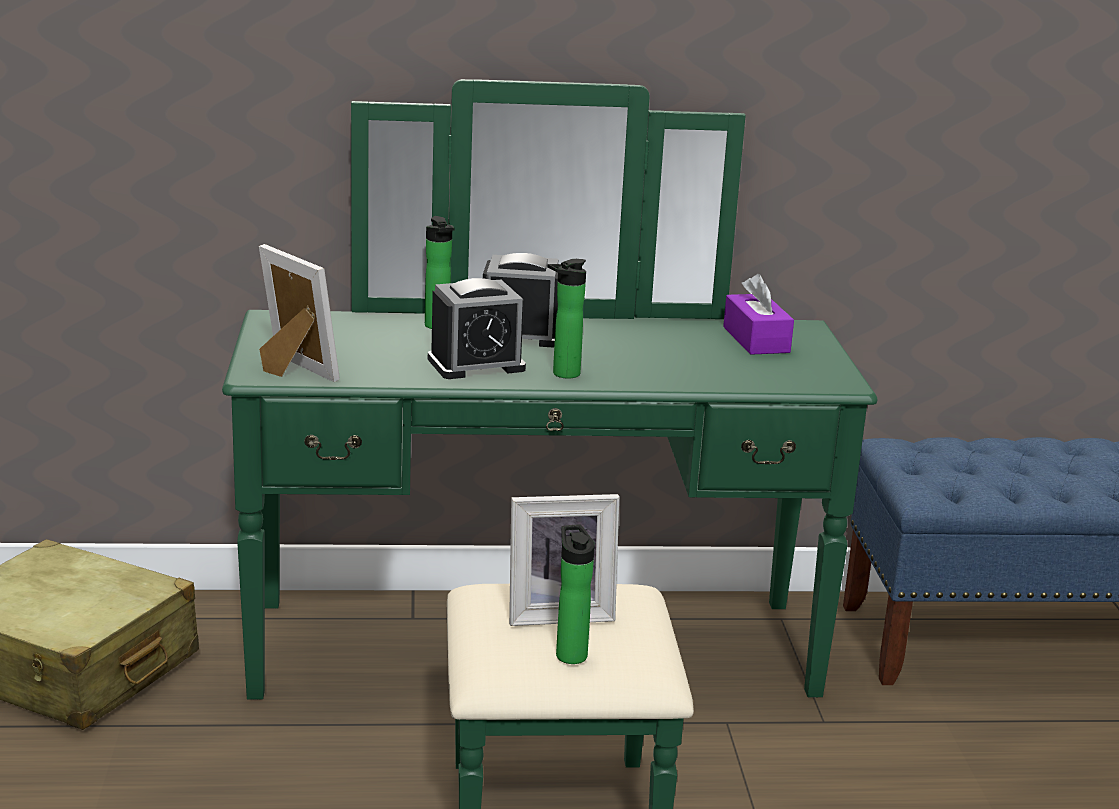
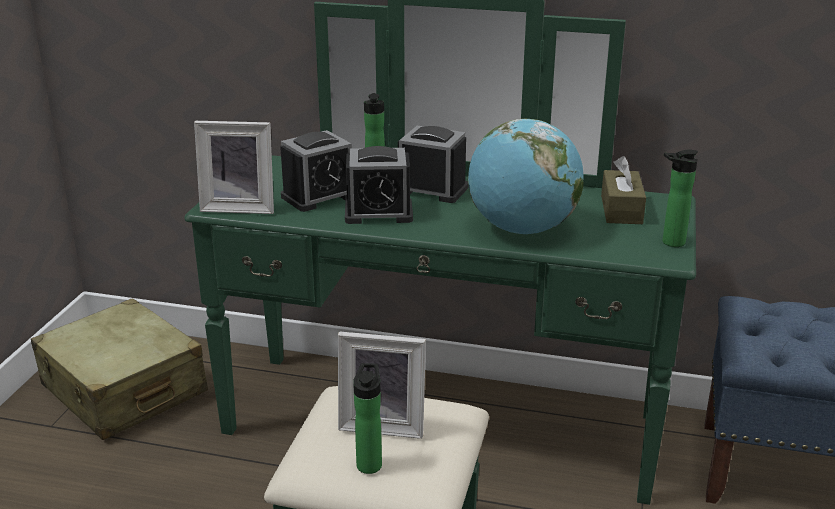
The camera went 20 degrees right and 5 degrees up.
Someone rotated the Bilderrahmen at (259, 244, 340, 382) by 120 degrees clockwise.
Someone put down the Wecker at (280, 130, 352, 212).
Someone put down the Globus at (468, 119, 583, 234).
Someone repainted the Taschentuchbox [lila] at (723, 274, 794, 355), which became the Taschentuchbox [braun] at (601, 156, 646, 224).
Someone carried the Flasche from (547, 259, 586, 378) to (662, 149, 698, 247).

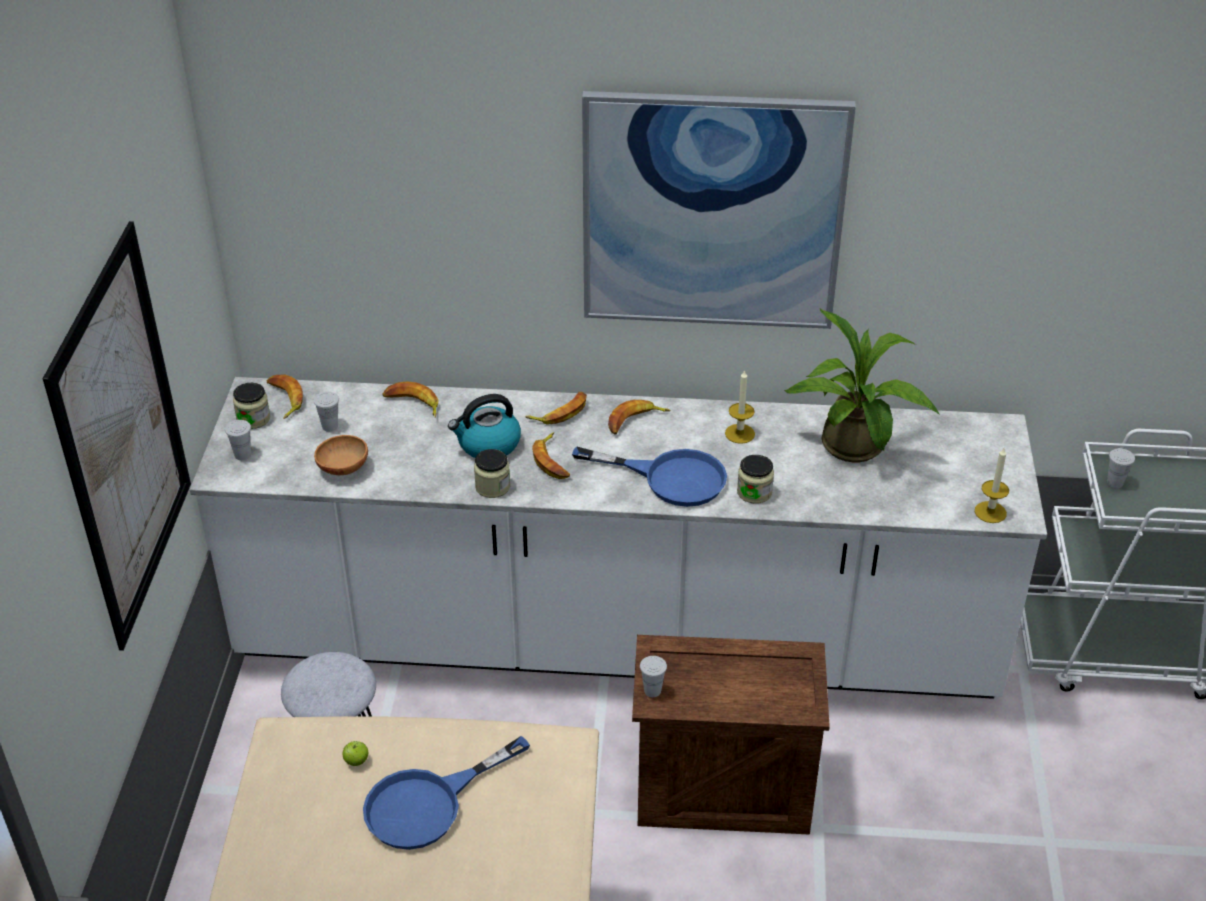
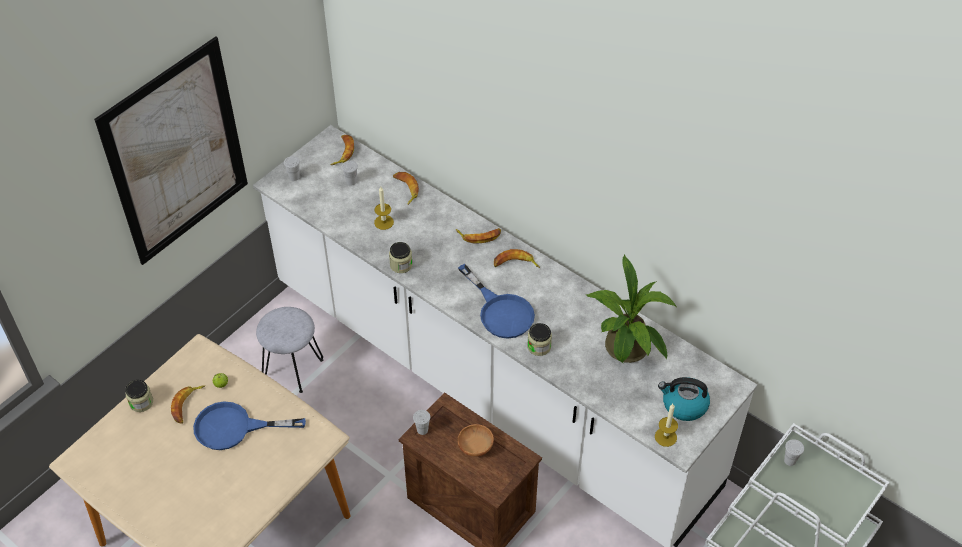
The camera went 35 degrees right and 10 degrees up.
Someone carried the Vorratsglas from (233, 383, 270, 429) to (125, 380, 153, 412).
Someone carried the Banane from (532, 432, 570, 479) to (171, 385, 205, 424).
Someone carried the Kerze from (725, 369, 755, 444) to (374, 187, 394, 230).
Someone carried the Schüssel [braun] from (314, 435, 368, 475) to (457, 424, 494, 457).
Someone carried the Wasserkessel from (448, 394, 521, 458) to (658, 377, 710, 421).
Someone took away the Bild at (582, 91, 856, 329).

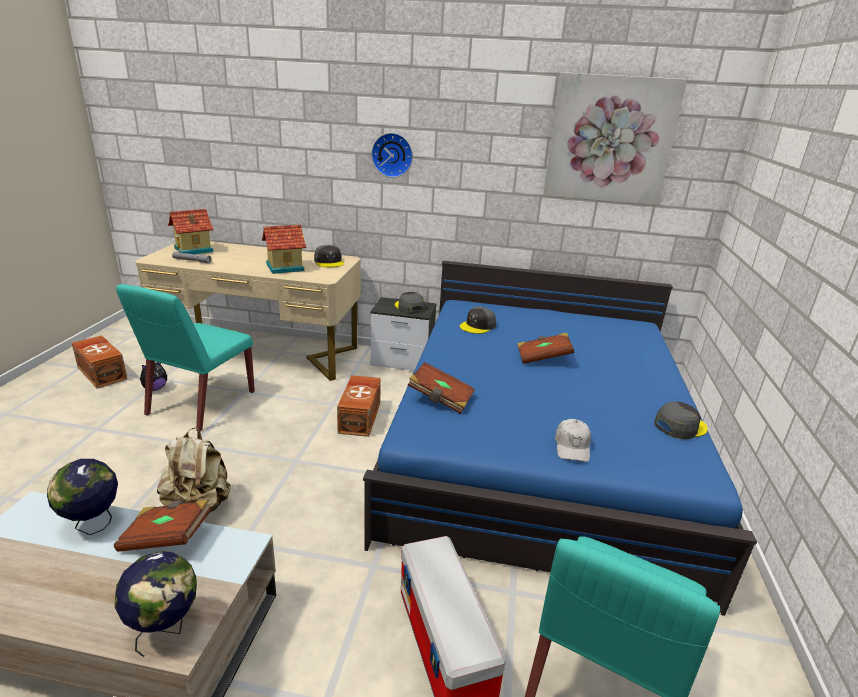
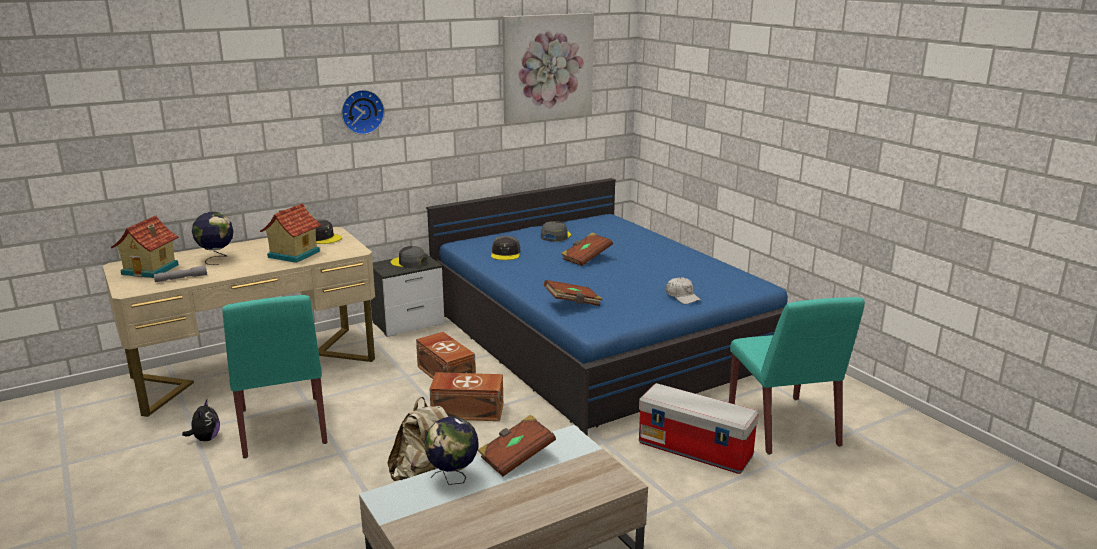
The camera went 40 degrees left and 5 degrees down.
Someone carried the Globus from (114, 551, 197, 657) to (192, 212, 234, 265).
Someone carried the Aufbewahrungsbox [braun] from (72, 335, 127, 389) to (430, 372, 503, 421).
Someone carried the Kappe [grau] from (654, 402, 708, 439) to (541, 221, 571, 242).

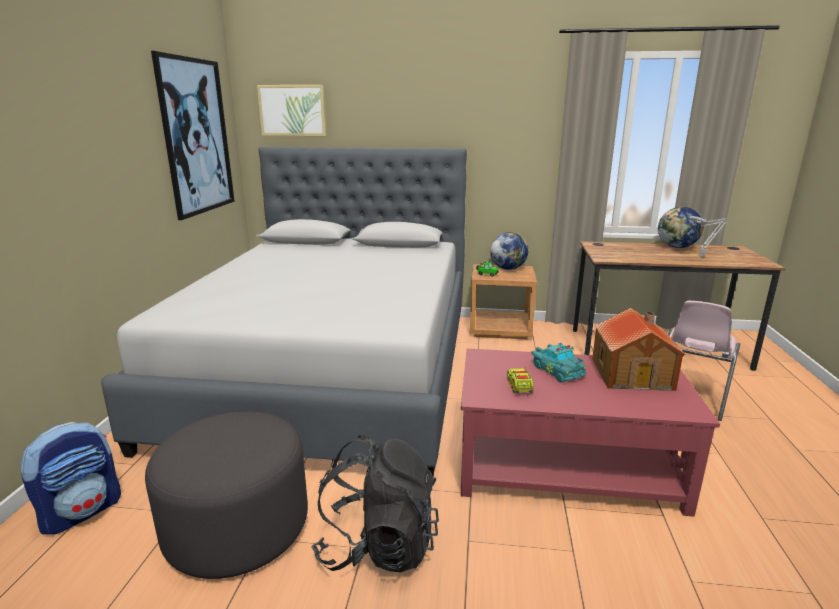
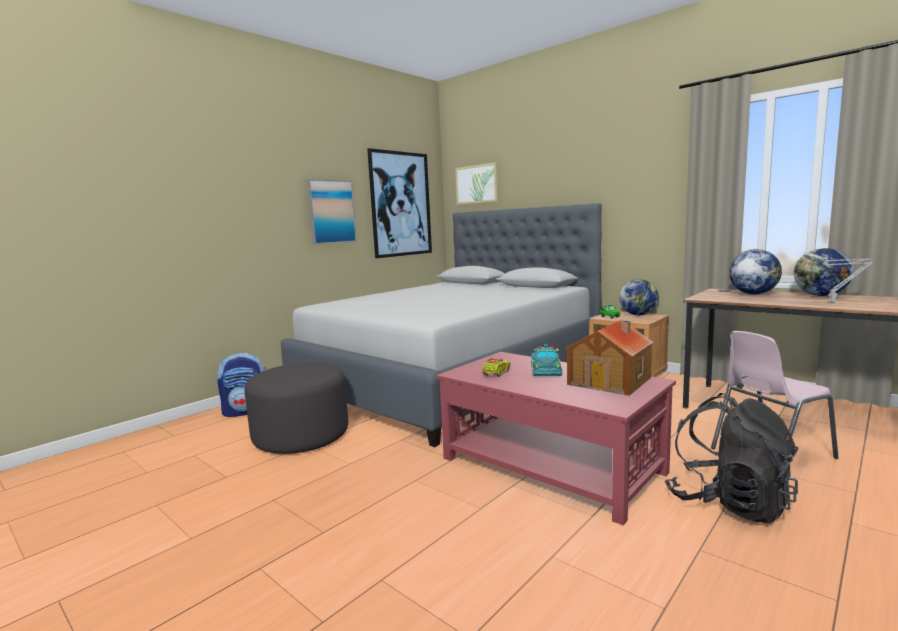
The camera went 35 degrees right and 10 degrees down.
Someone put up the Bild at (307, 179, 357, 245).
Someone carried the Rucksack [schwarz] from (311, 435, 439, 572) to (665, 393, 798, 523).
Someone put down the Globus at (729, 249, 782, 295).

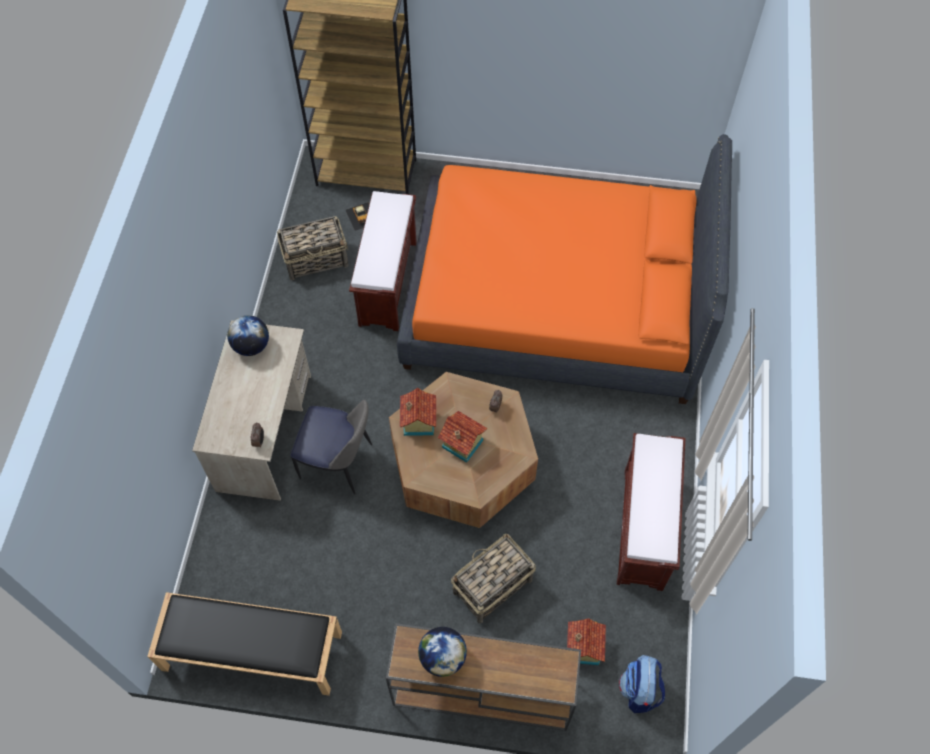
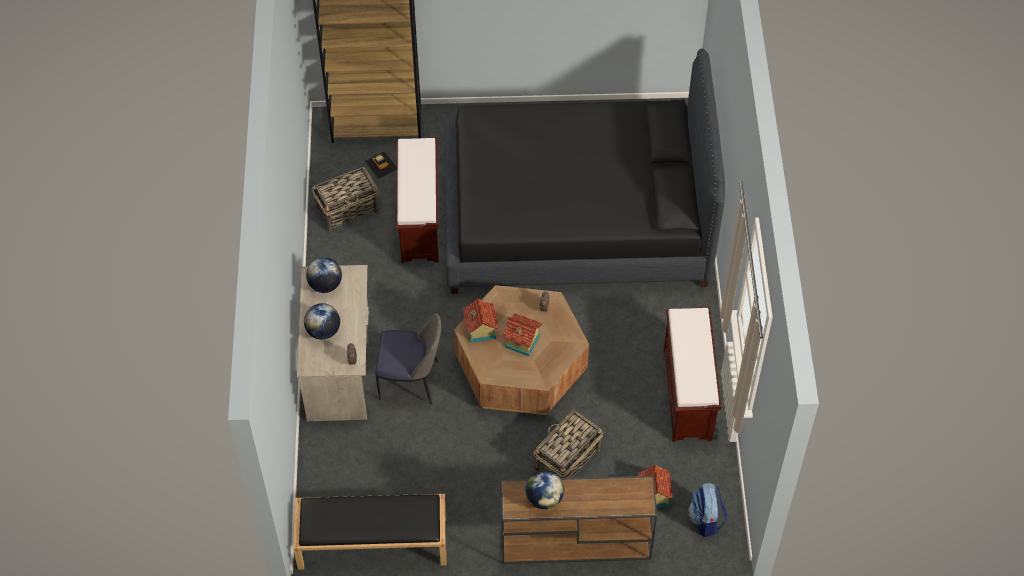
The camera went 10 degrees left and 5 degrees down.
Someone put down the Globus at (304, 303, 340, 340).
Someone repainted the Bett [orange] at (397, 134, 732, 404), which became the Bett [schwarz] at (444, 49, 725, 294).

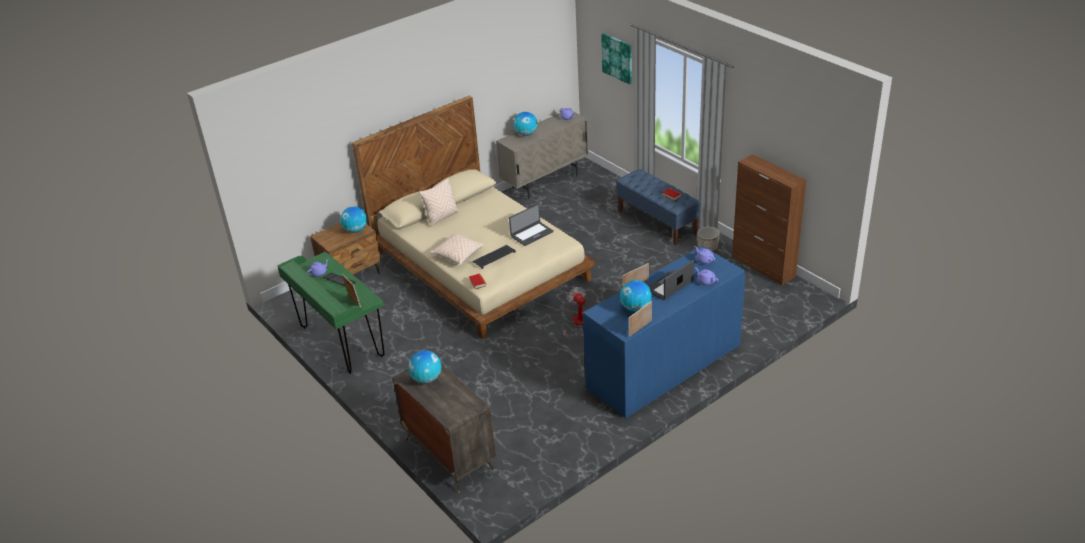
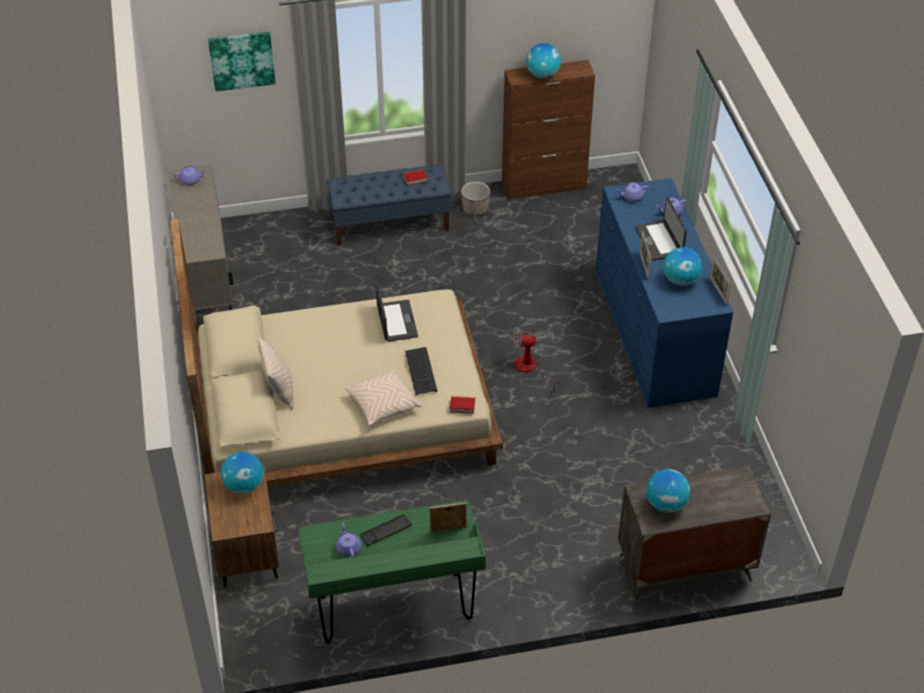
The camera went 65 degrees left and 10 degrees up.
Someone carried the Globus from (514, 112, 538, 136) to (526, 43, 561, 79).

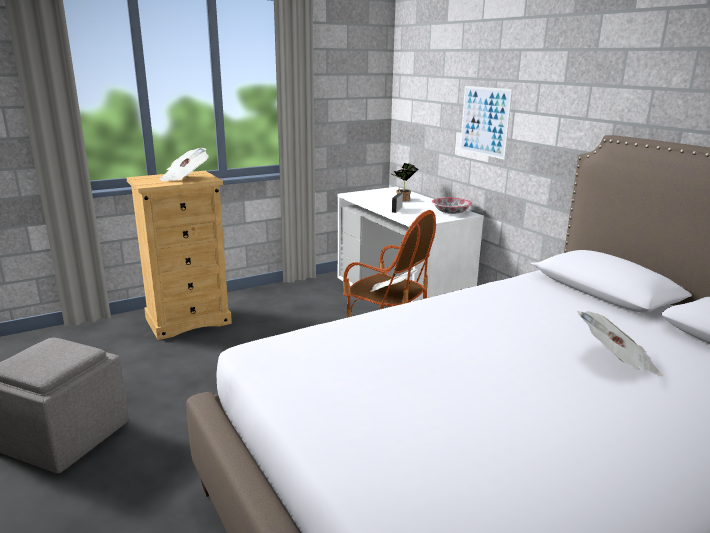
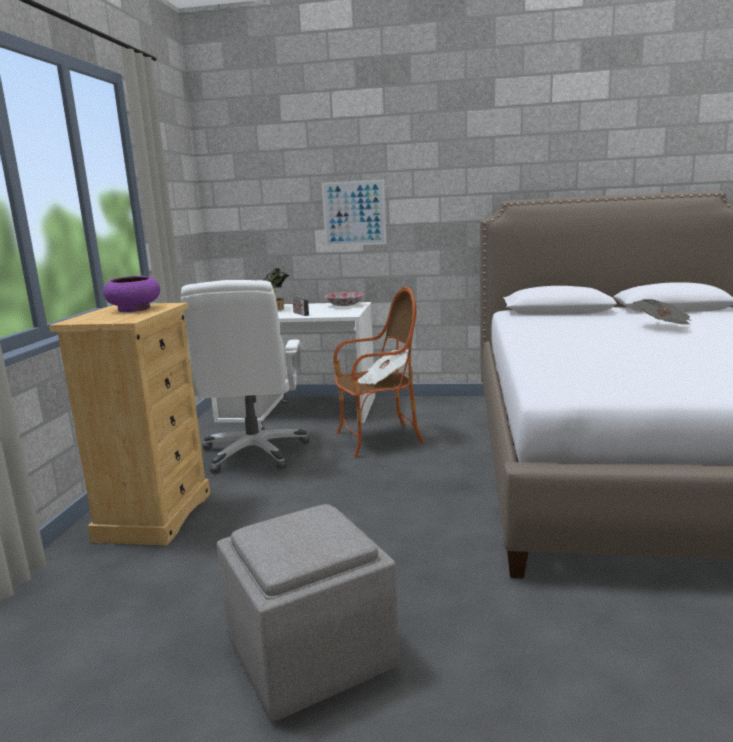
The camera went 50 degrees left and 5 degrees down.
Someone swapped the Zeitung at (159, 148, 209, 181) for the Schüssel [lila] at (103, 276, 160, 312).
Someone put down the Bürostuhl [weiß] at (181, 280, 310, 473).

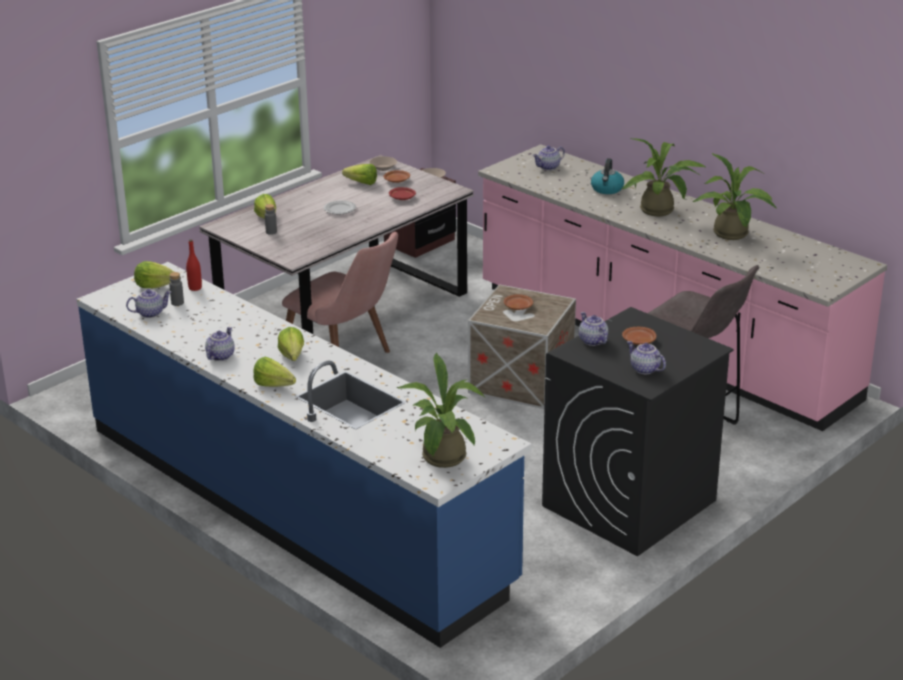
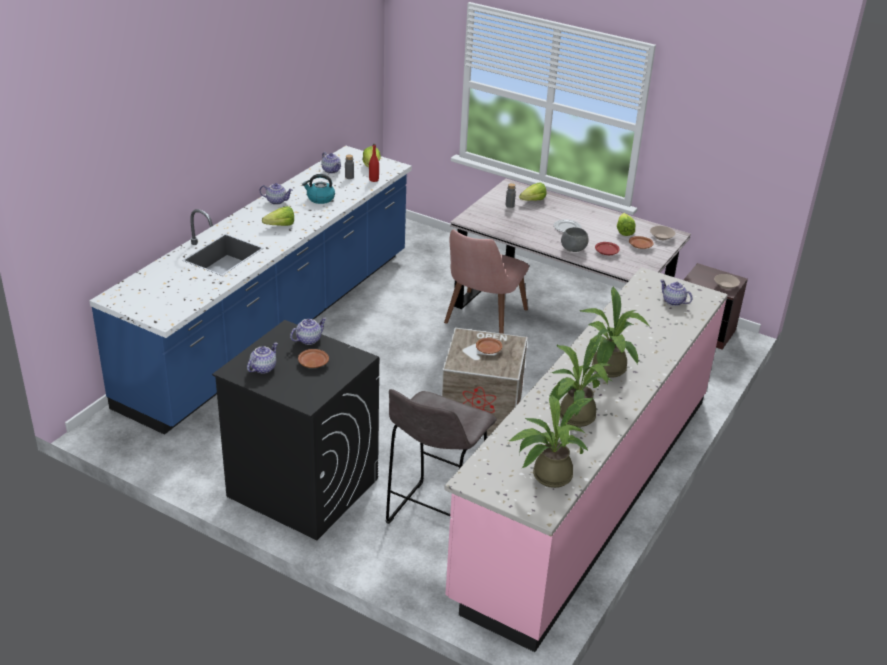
The camera went 75 degrees right and 5 degrees up.
Someone carried the Wasserkessel from (591, 158, 624, 194) to (302, 174, 335, 204).
Someone carried the Topfpflanze from (397, 353, 485, 468) to (509, 395, 594, 488).
Someone put down the Schüssel [grau] at (561, 227, 589, 252).
Someone took away the Salatkopf at (253, 357, 296, 387).

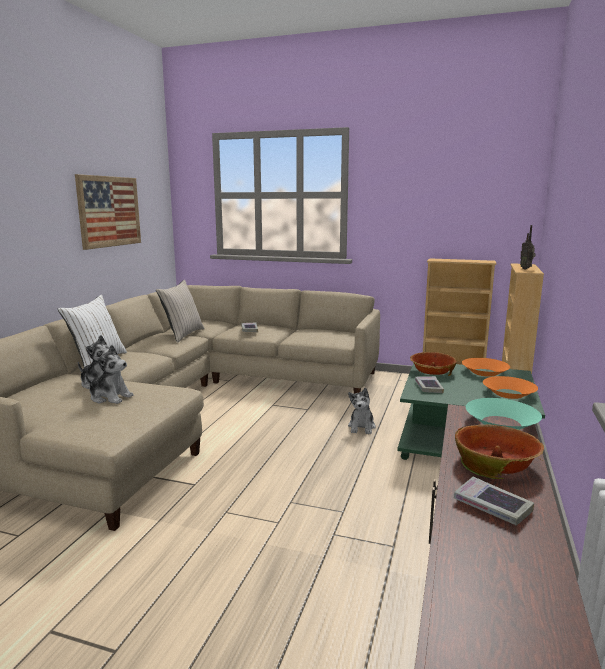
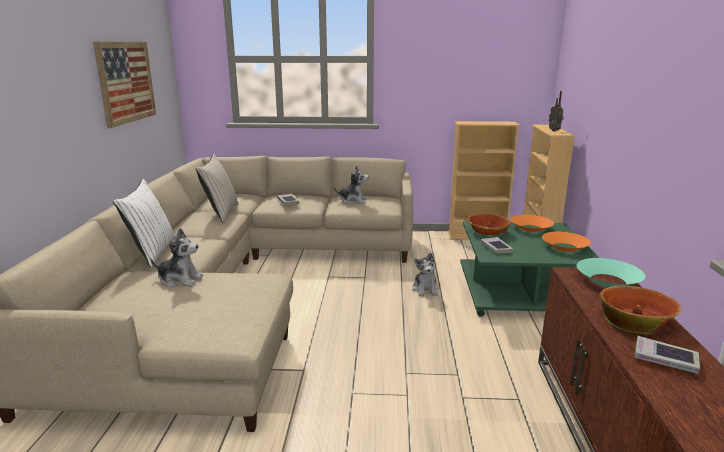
The camera went 15 degrees left and 5 degrees up.
Someone carried the Plüschtier from (85, 345, 133, 404) to (334, 165, 369, 204).

